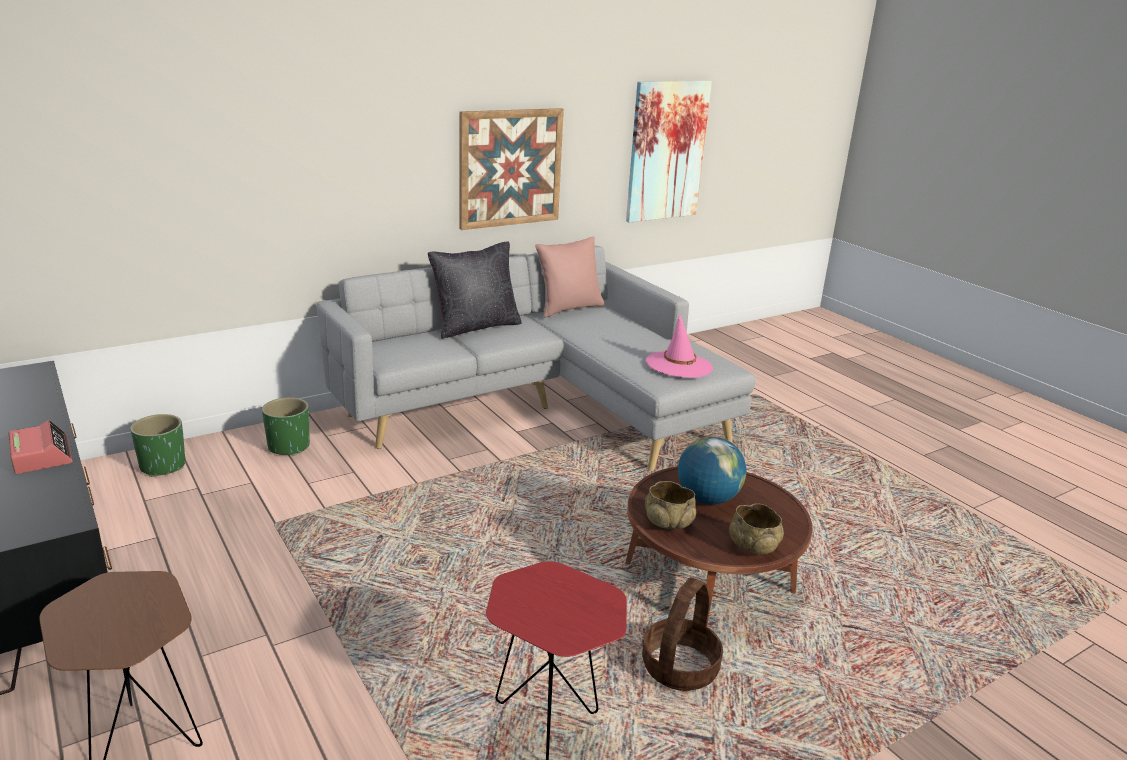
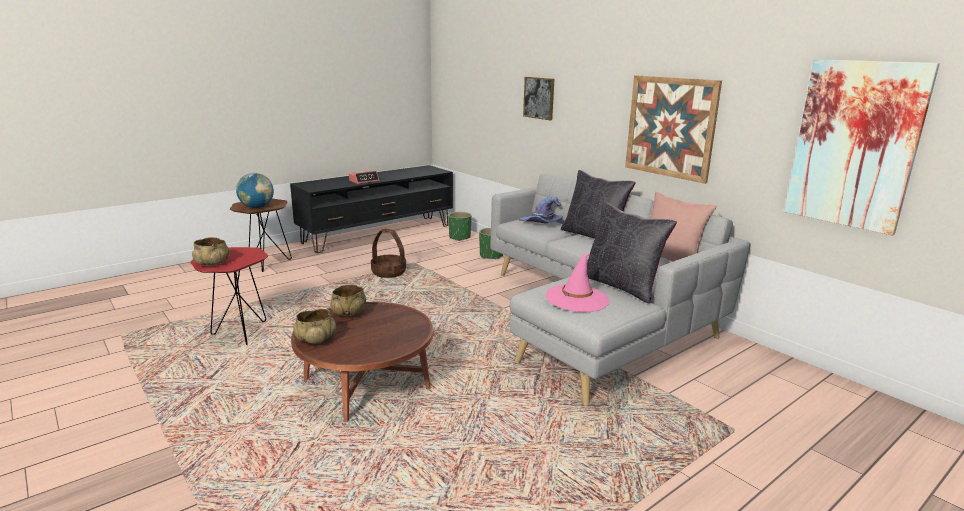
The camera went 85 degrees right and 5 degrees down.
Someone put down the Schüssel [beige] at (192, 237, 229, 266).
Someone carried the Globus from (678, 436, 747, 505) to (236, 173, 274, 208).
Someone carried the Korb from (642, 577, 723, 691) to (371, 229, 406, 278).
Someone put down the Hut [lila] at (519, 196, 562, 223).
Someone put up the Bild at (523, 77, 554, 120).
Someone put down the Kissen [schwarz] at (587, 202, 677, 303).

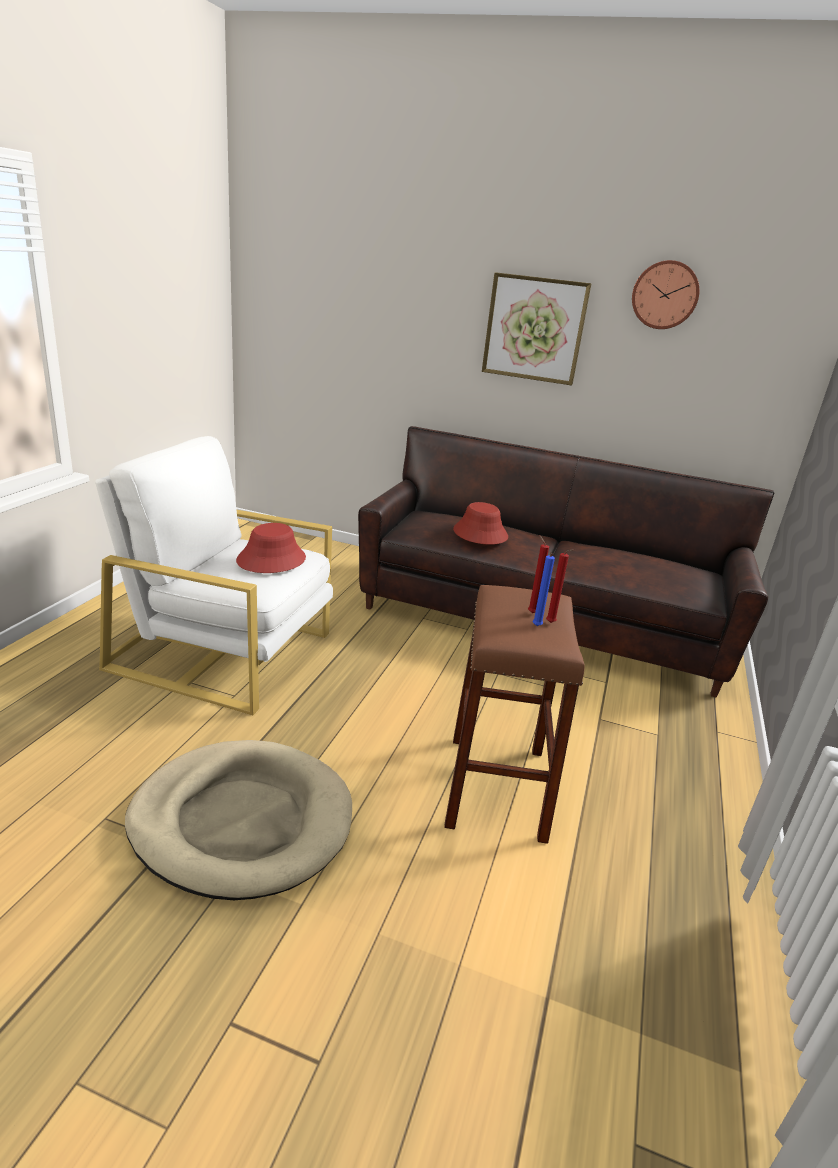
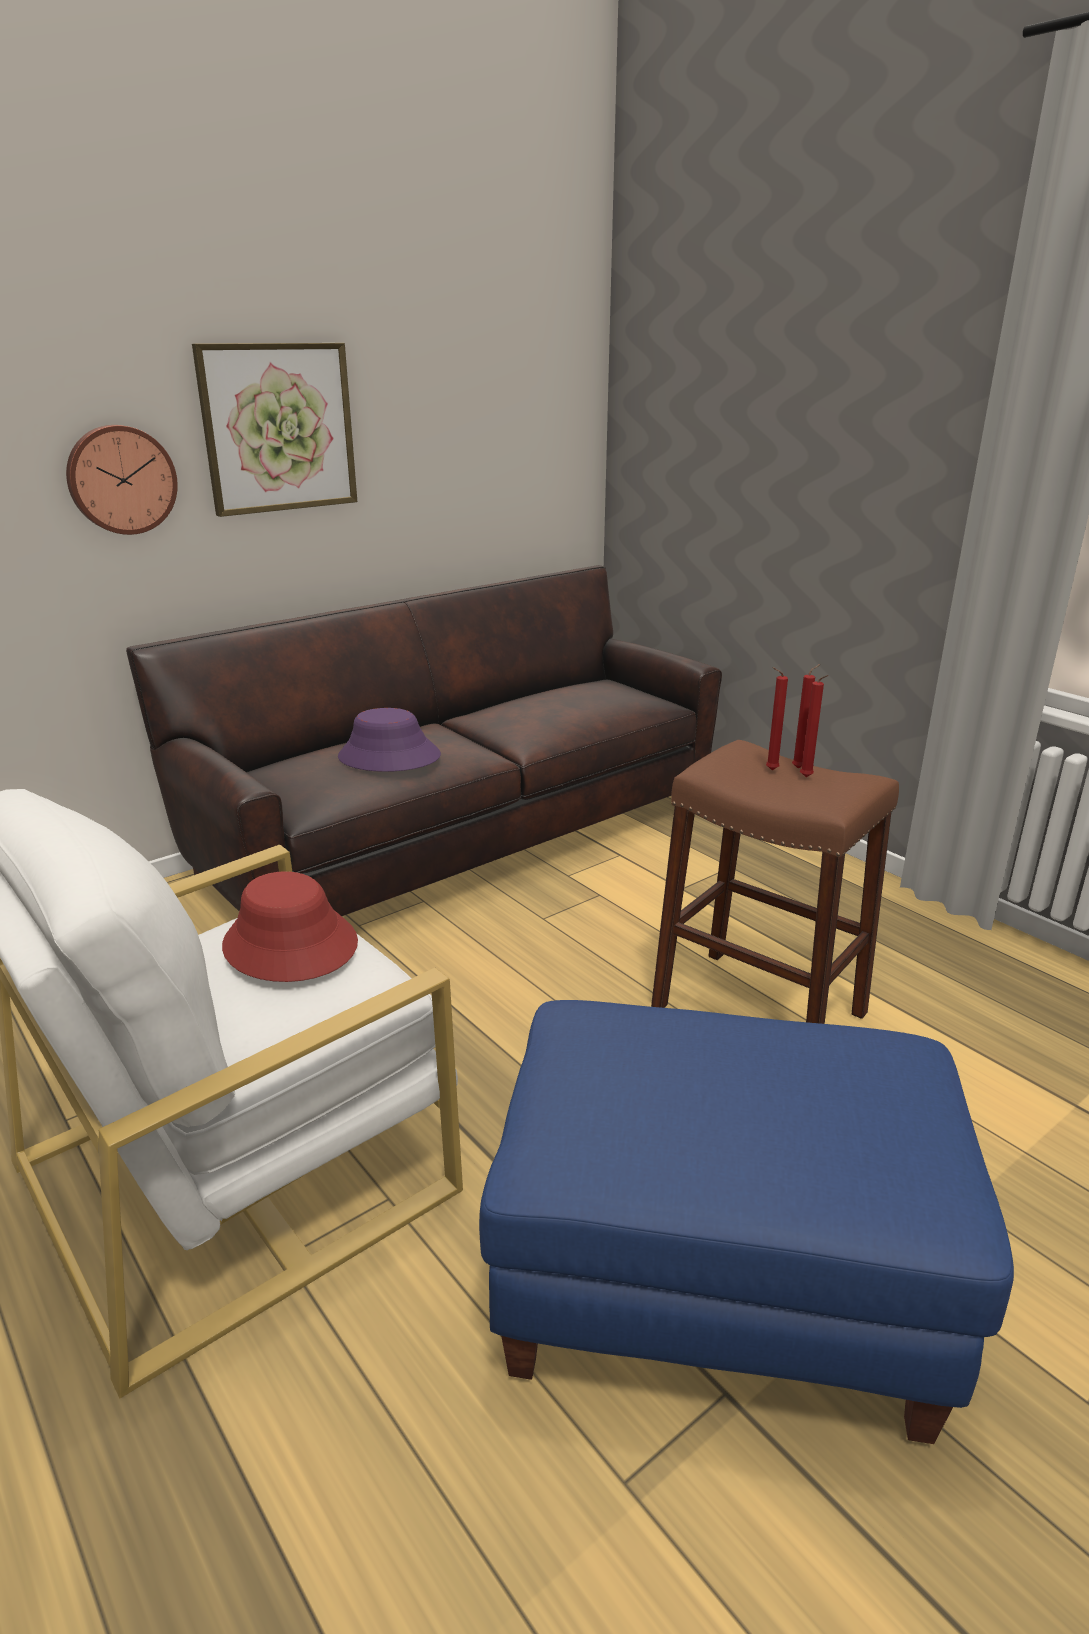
The camera went 55 degrees left and 0 degrees up.
Someone carried the Wanduhr from (632, 260, 700, 329) to (66, 425, 178, 535).
Someone repainted the Hut [rot] at (453, 502, 508, 545), which became the Hut [lila] at (338, 708, 441, 772).
Someone swapped the Hundebett [beige] at (125, 740, 352, 900) for the Polsterhocker [blau] at (479, 1000, 1014, 1444).
Someone repainted the Kerze [blau] at (533, 552, 555, 626), which became the Kerze [rot] at (800, 675, 828, 777).

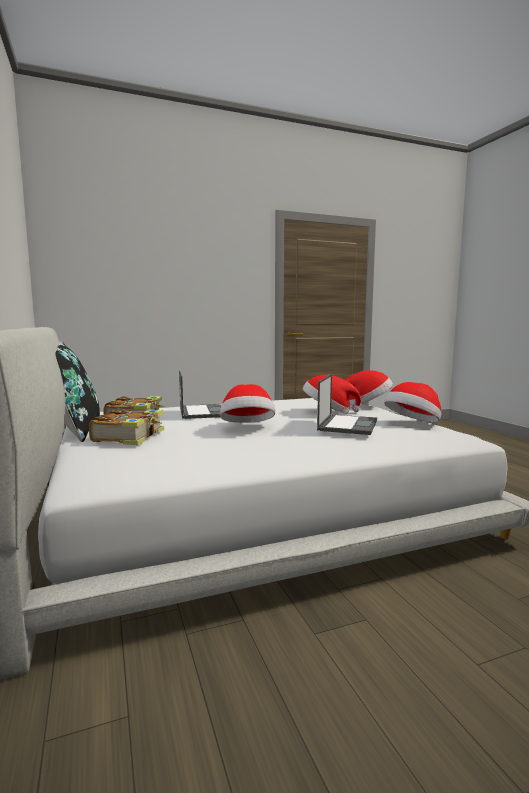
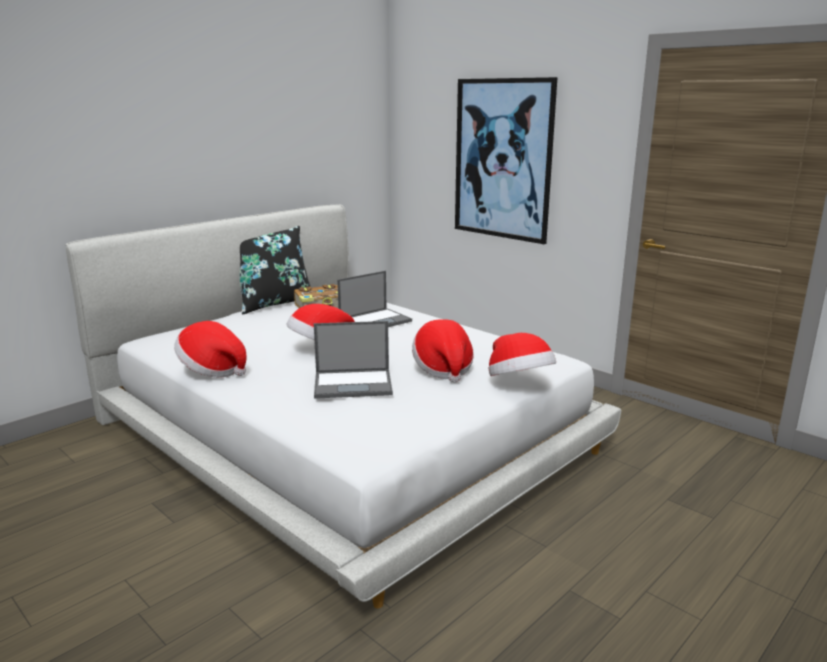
The camera went 65 degrees right and 10 degrees up.
Someone carried the Hut from (384, 382, 441, 422) to (174, 321, 246, 378).
Someone put up the Bild at (455, 77, 558, 244).
Someone took away the Buch at (89, 409, 164, 445).

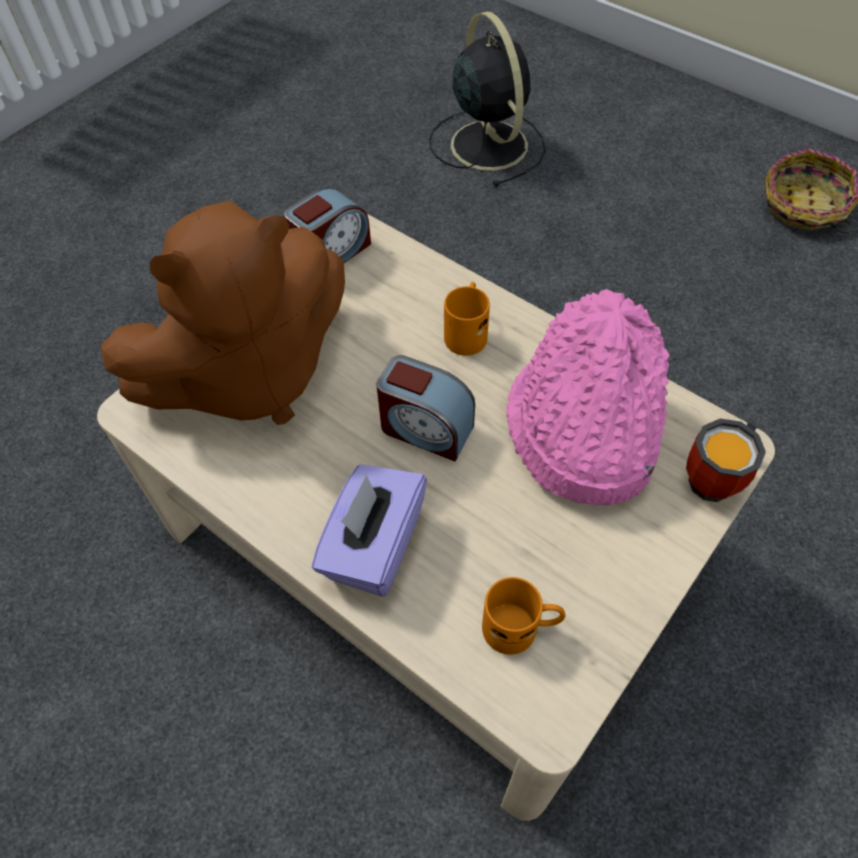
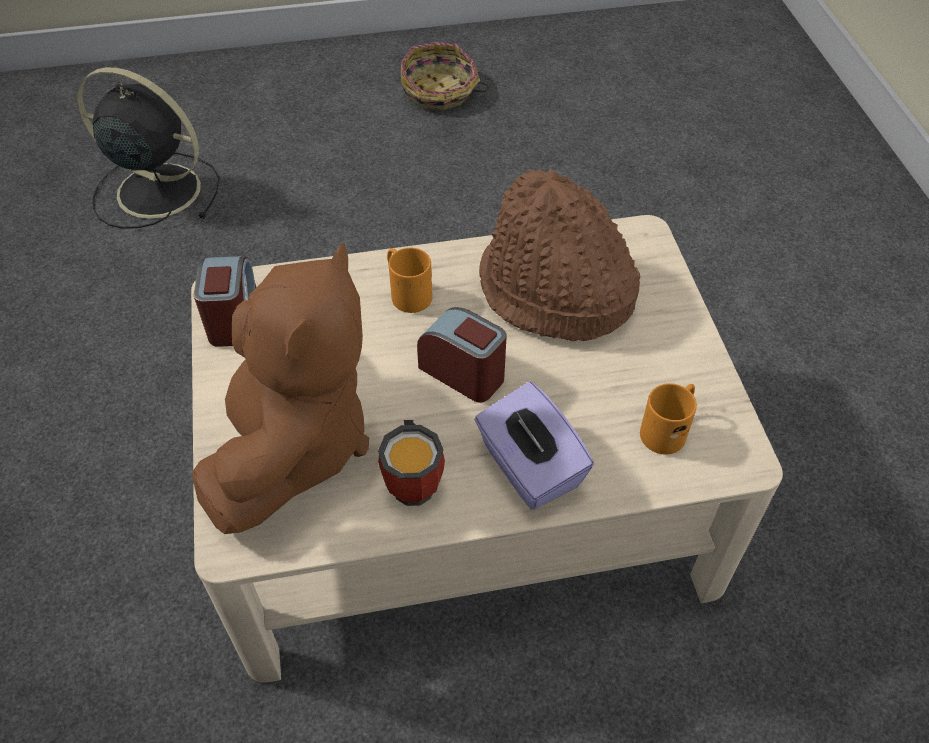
The camera went 50 degrees left and 5 degrees down.
Someone carried the Henkelbecher from (686, 418, 766, 502) to (378, 420, 445, 506).
Someone rotated the Wecker at (376, 355, 475, 461) by 120 degrees counterclockwise.
Someone repainted the Hut [rosa] at (506, 289, 670, 505), which became the Hut [braun] at (479, 168, 641, 341).

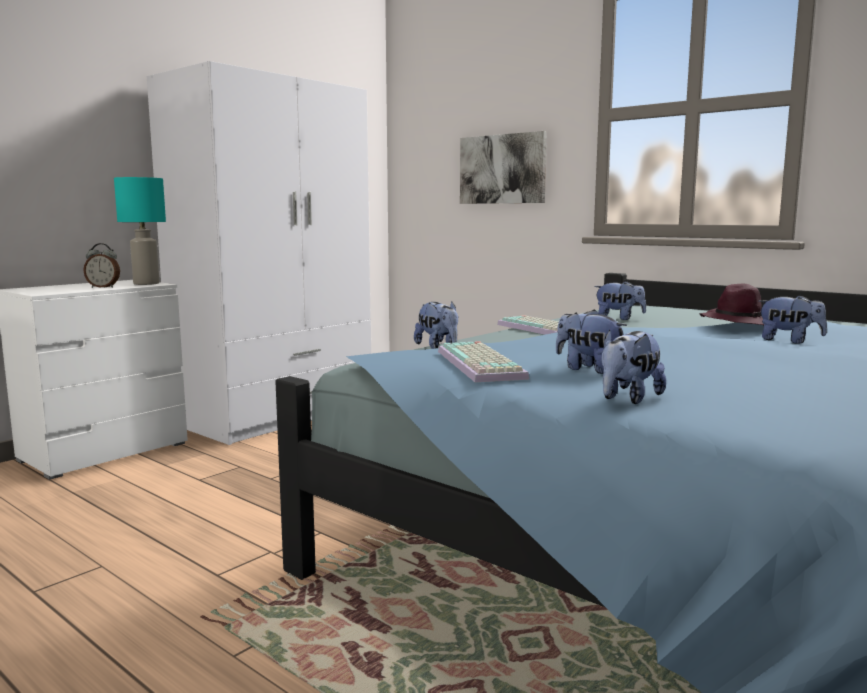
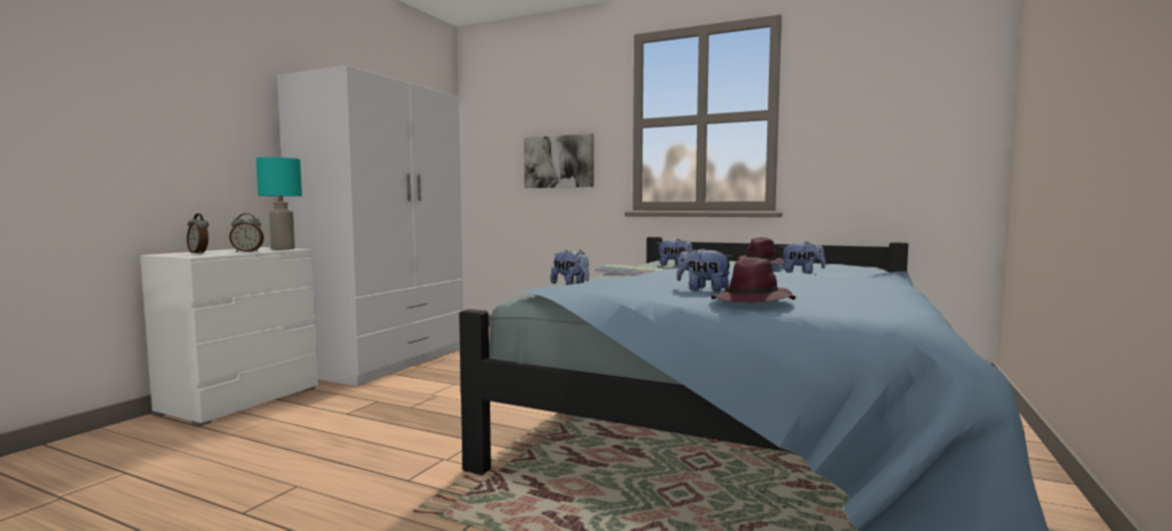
The camera went 15 degrees left and 5 degrees down.
Someone put down the Wecker at (187, 213, 209, 254).
Someone swapped the Plüschtier at (601, 329, 666, 404) for the Hut [lila] at (711, 257, 796, 303).
Someone took away the Tastatur at (438, 341, 529, 382).

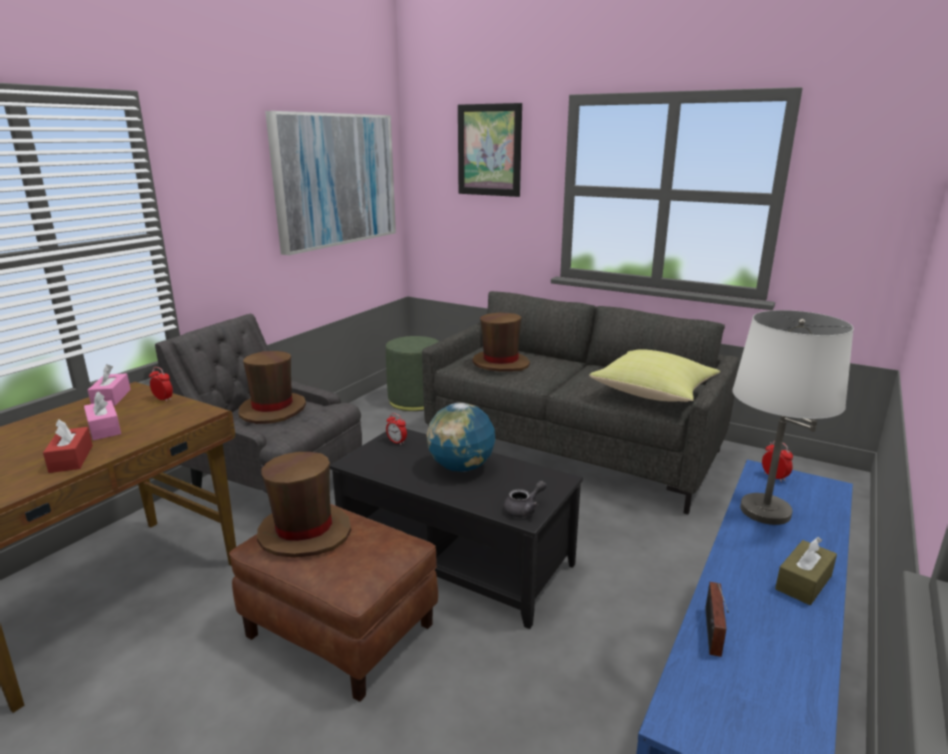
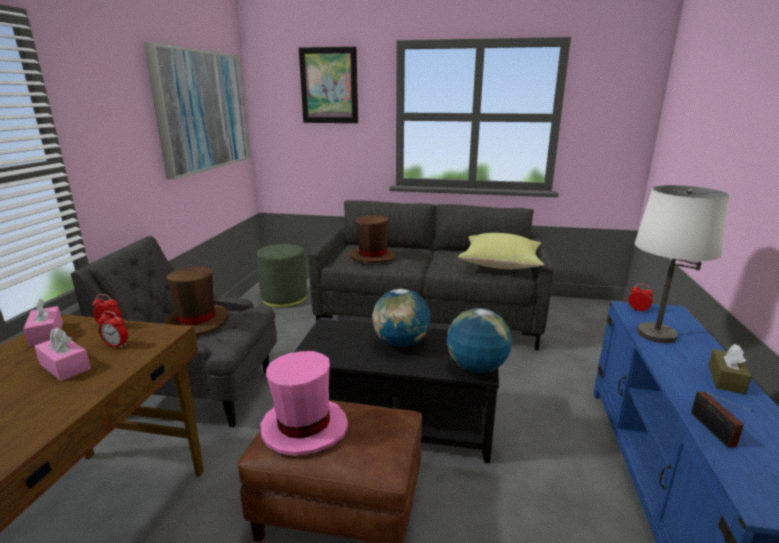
The camera went 20 degrees left and 0 degrees up.
Someone carried the Wecker from (386, 413, 407, 445) to (98, 311, 128, 348).
Someone repainted the Hut [braun] at (257, 452, 351, 558), which became the Hut [rosa] at (261, 351, 348, 456).
Someone swapped the Teekanne [grau] at (503, 481, 546, 518) for the Globus at (447, 308, 512, 373).
Someone took away the Taschentuchbox [rot] at (43, 419, 93, 473).

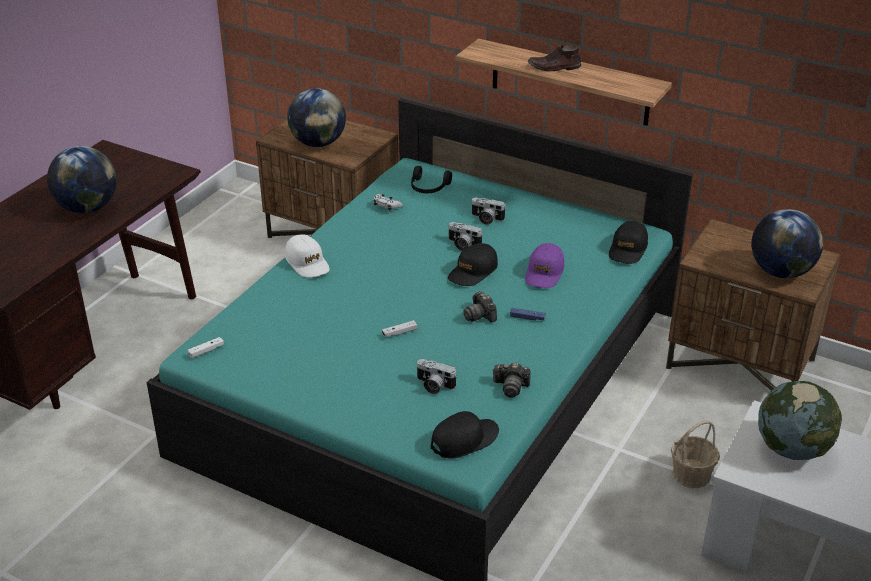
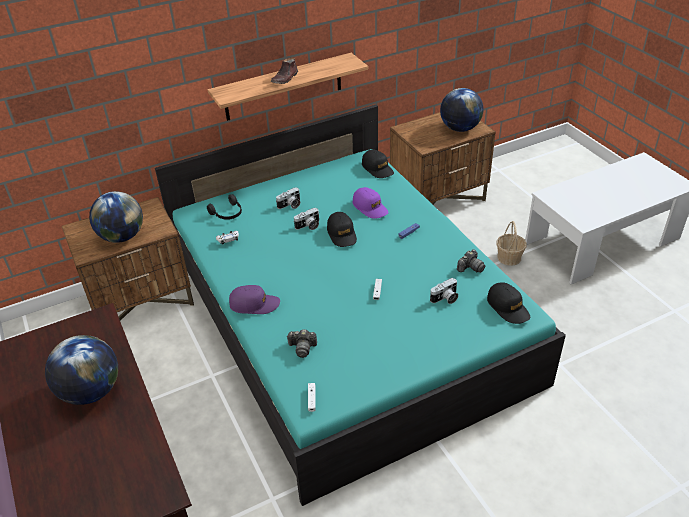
The camera went 55 degrees left and 5 degrees up.
Someone repainted the Kappe [weiß] at (285, 234, 330, 278), which became the Kappe [lila] at (229, 285, 280, 314).
Someone carried the Kamera from (463, 291, 497, 323) to (286, 329, 317, 358).
Someone rotated the Kappe [schwarz] at (431, 411, 499, 458) by 150 degrees clockwise.
Someone took away the Globus at (758, 381, 842, 460).

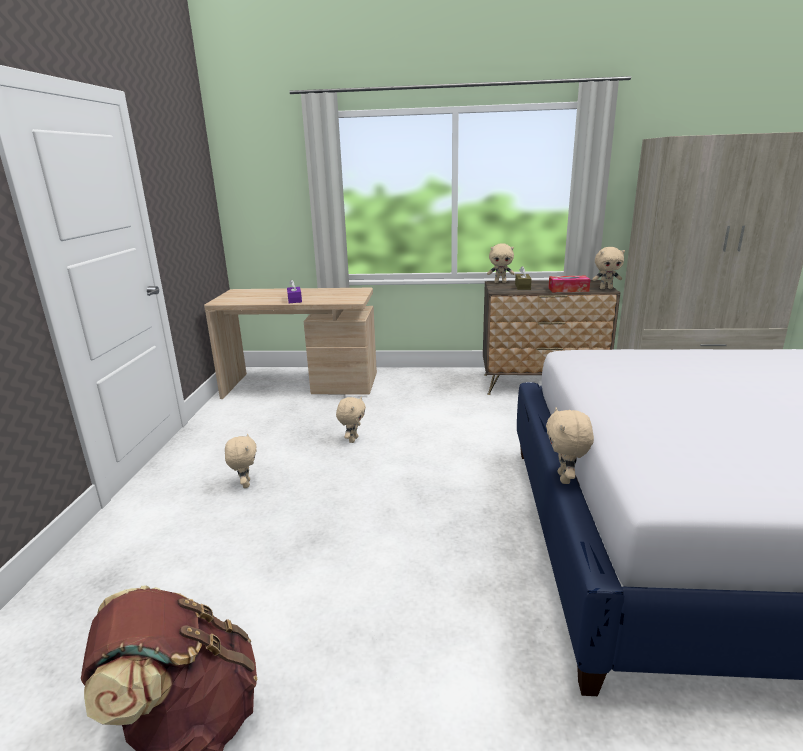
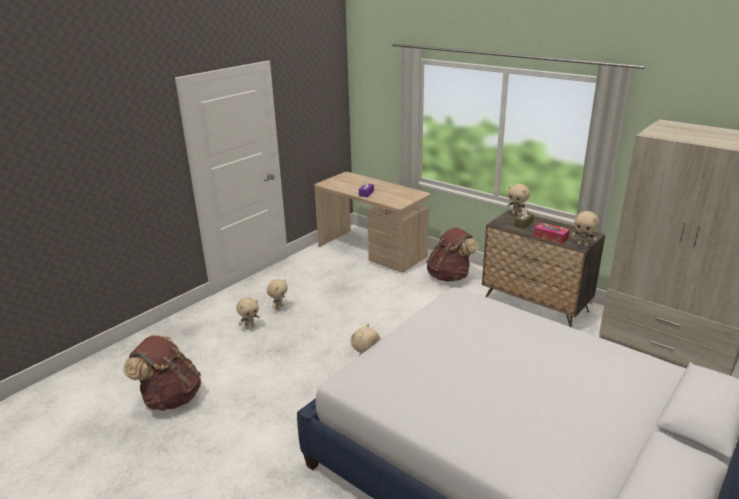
The camera went 35 degrees right and 5 degrees up.
Someone carried the Plüschtier [beige] from (336, 397, 366, 443) to (236, 297, 260, 329).
Someone put down the Rucksack [braun] at (426, 228, 479, 282).

